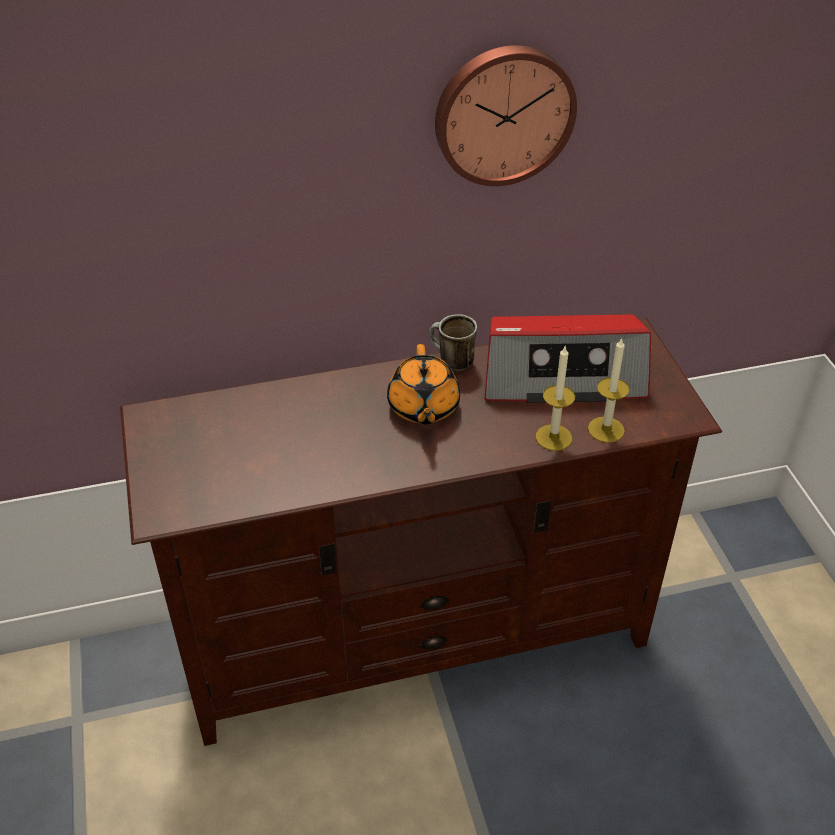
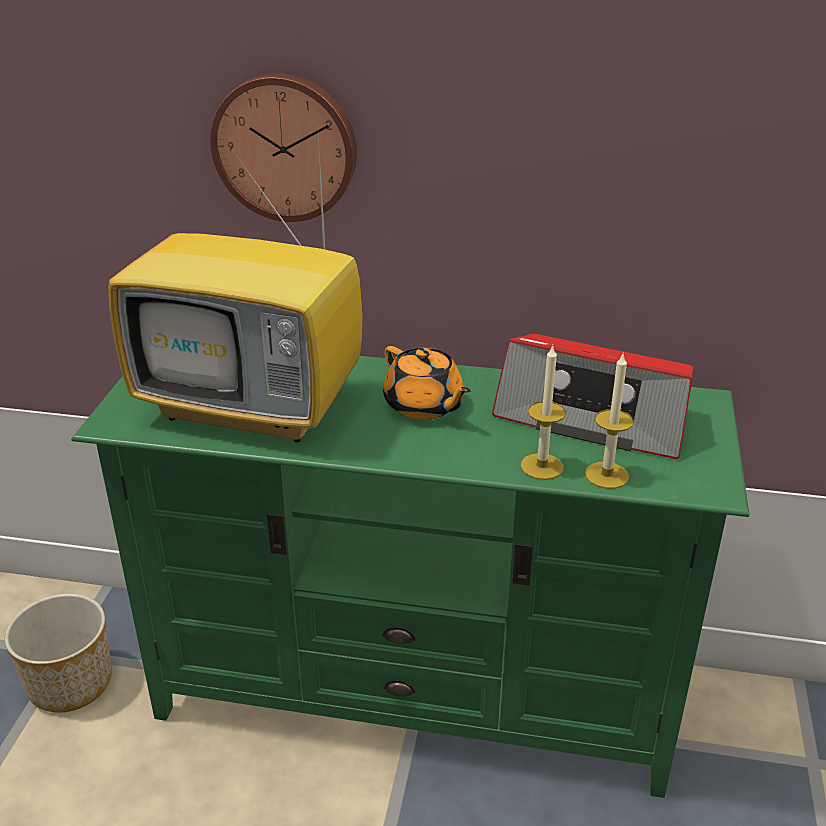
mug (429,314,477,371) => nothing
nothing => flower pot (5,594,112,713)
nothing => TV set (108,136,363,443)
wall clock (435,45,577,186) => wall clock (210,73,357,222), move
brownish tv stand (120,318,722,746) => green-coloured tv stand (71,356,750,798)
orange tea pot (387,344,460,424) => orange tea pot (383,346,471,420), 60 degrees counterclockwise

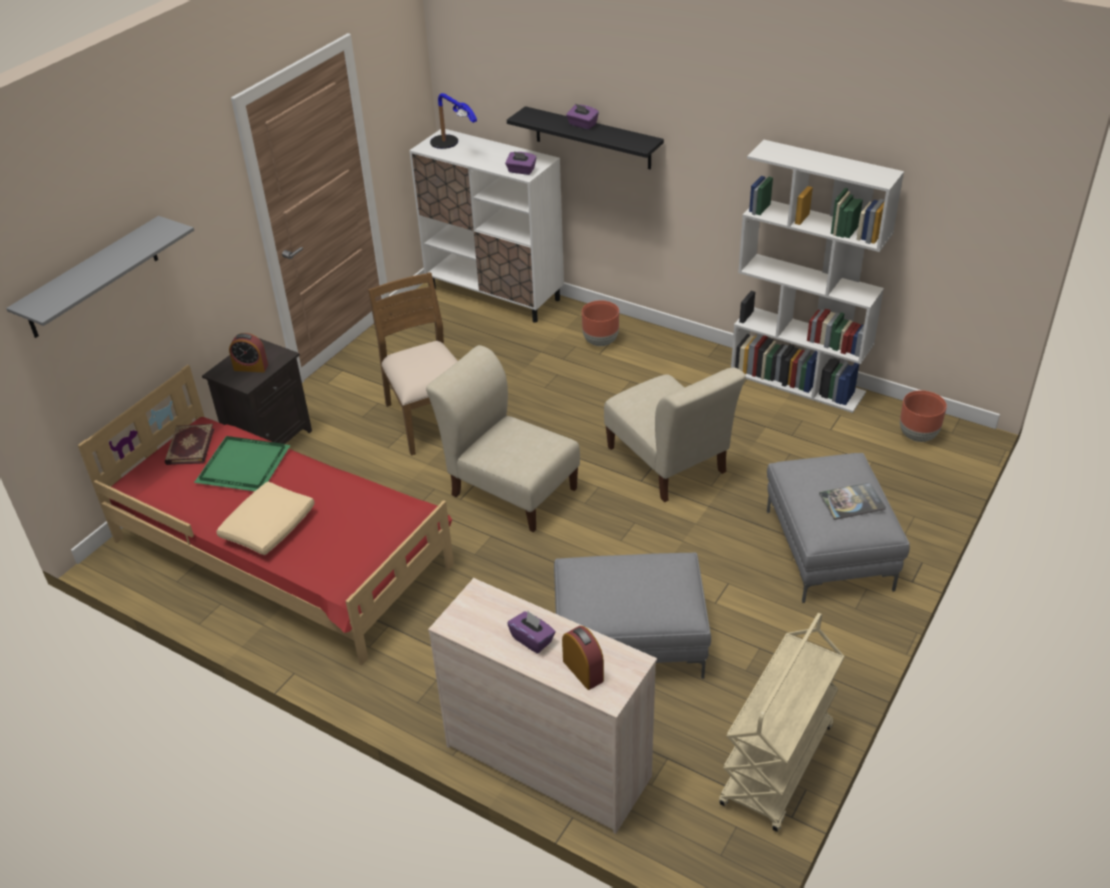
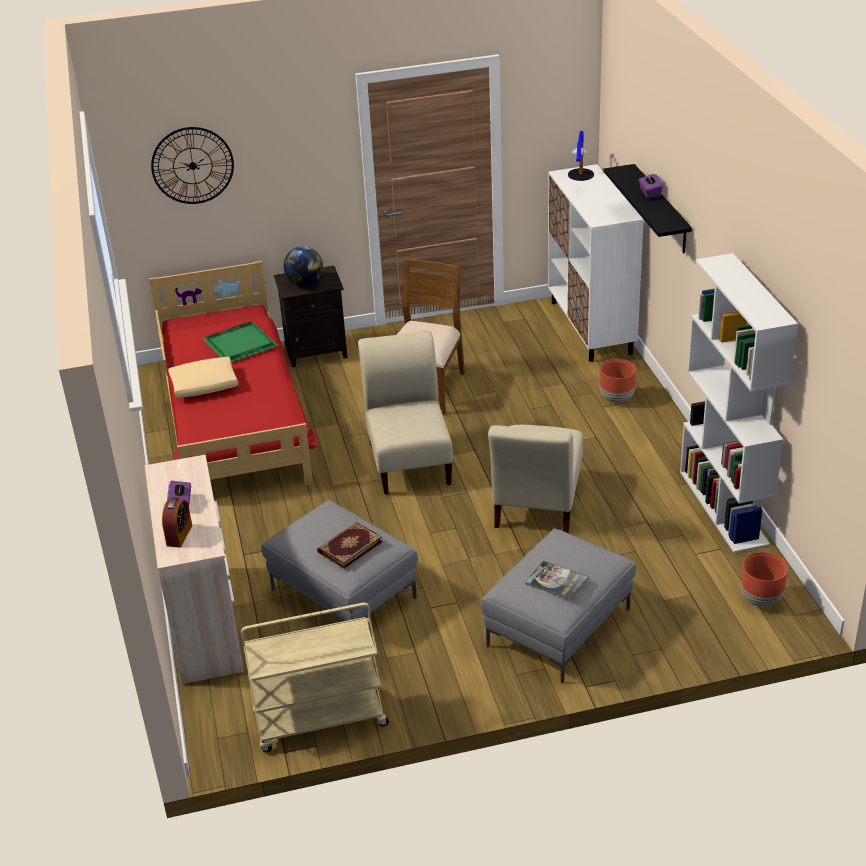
purple-coloured box of tissues (505,152,537,175) => nothing
volume (165,424,214,465) => volume (317,522,383,569), move
grey bracket shelf (6,216,194,338) => wall clock (151,127,234,204)
bedside clock (229,333,268,372) => globe (284,246,323,286)

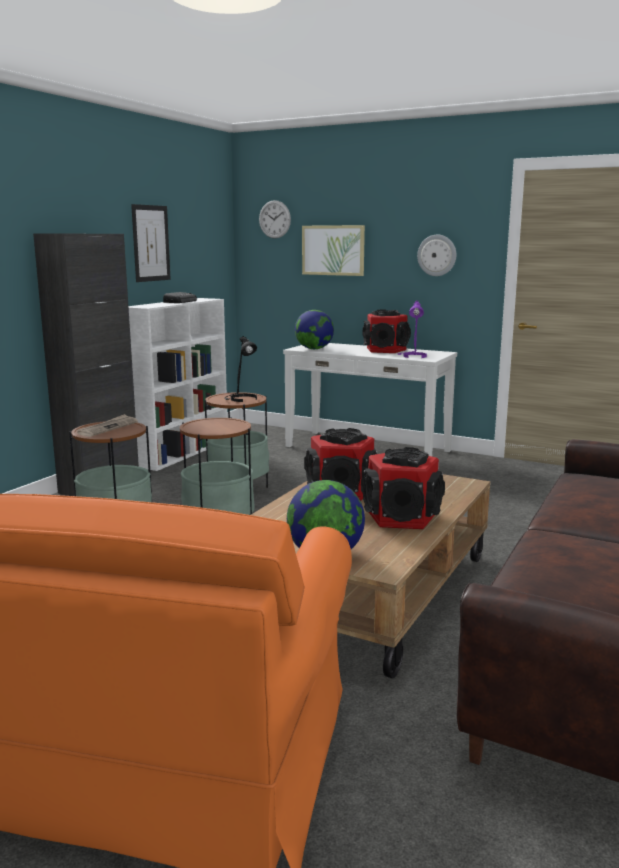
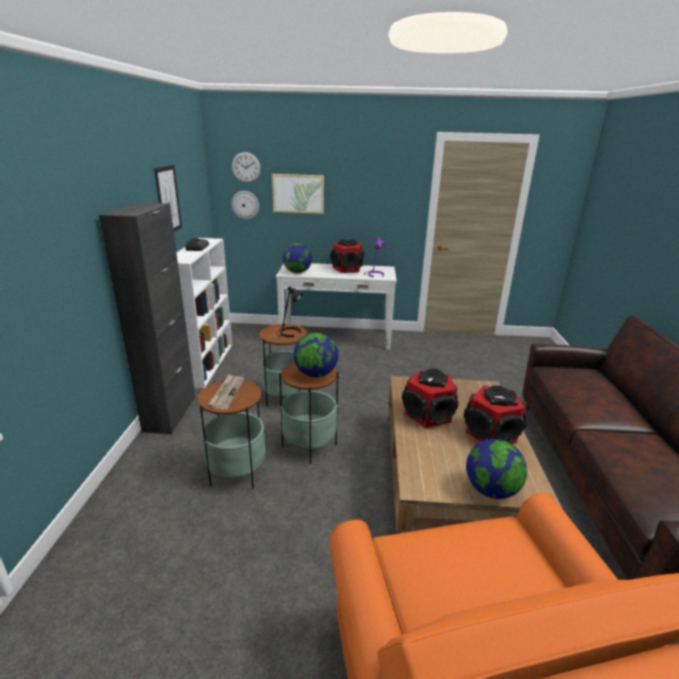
nothing => globe (293,332,339,377)
wall clock (417,235,456,276) => wall clock (231,191,259,220), move

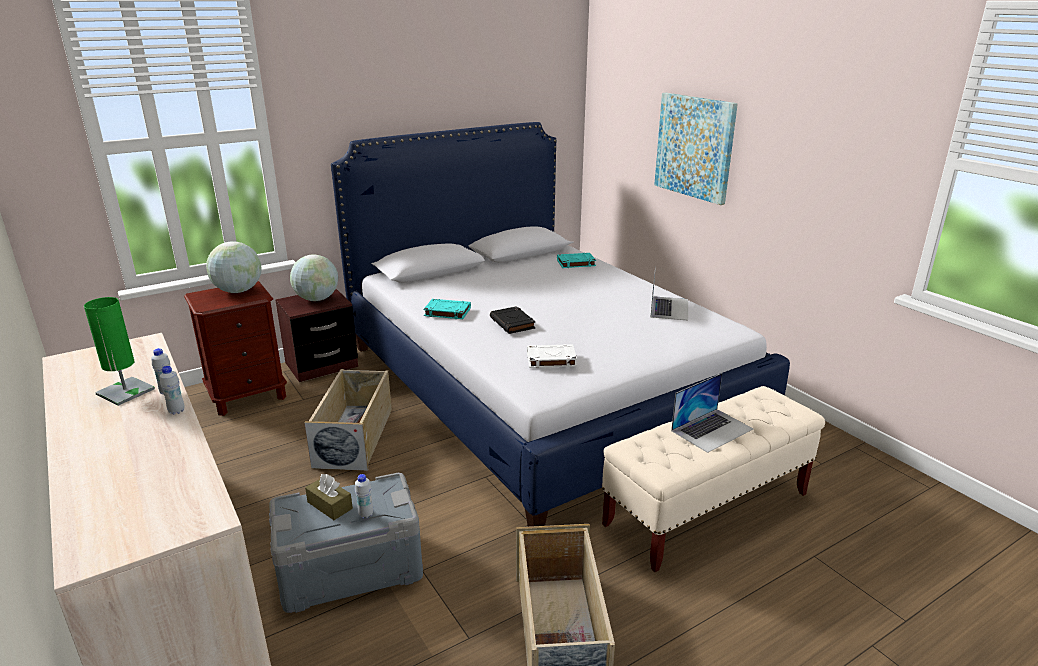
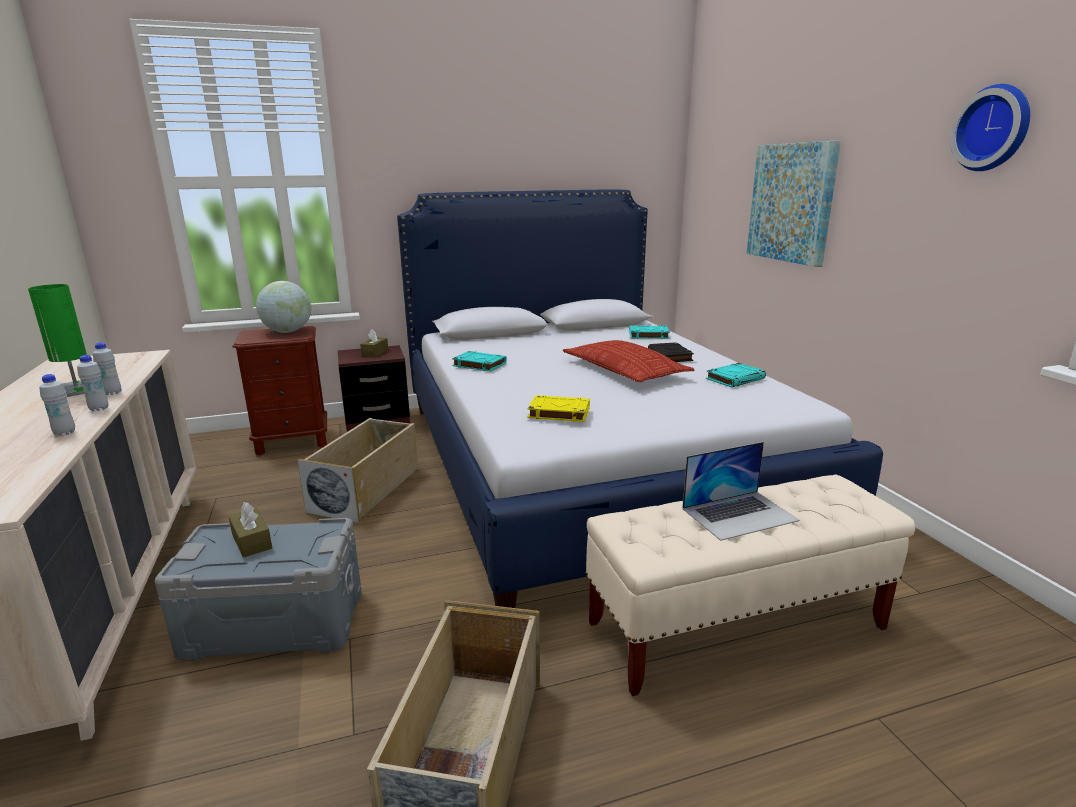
nothing => pillow (563,340,695,382)
nothing => wall clock (950,84,1030,171)
whitish bottle (355,474,373,518) => whitish bottle (39,374,75,436), move
blackish volume (490,306,536,334) => blackish volume (648,342,694,362), move
globe (290,255,338,301) => brownish box of tissues (360,329,388,357)
portable computer (651,266,688,320) => turquoise volume (706,363,766,387)
whitish volume (527,344,577,368) => yellowish volume (527,395,590,422)

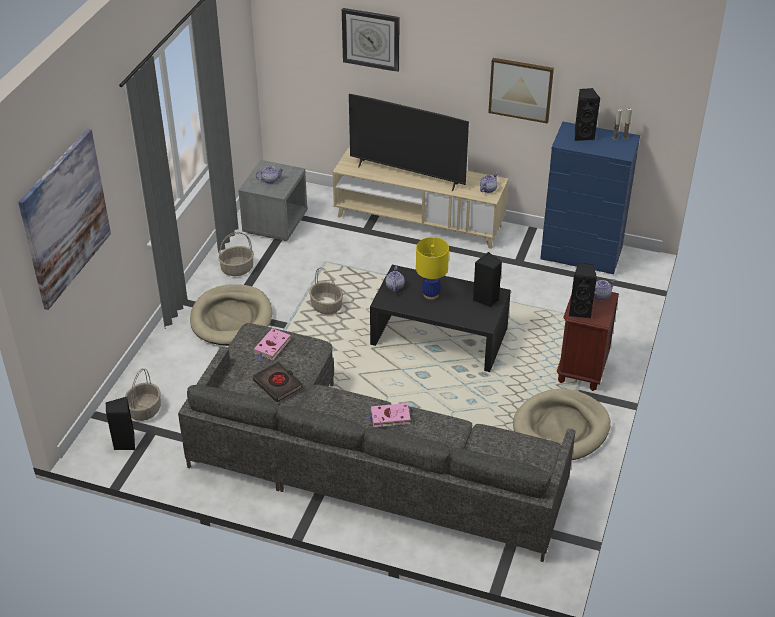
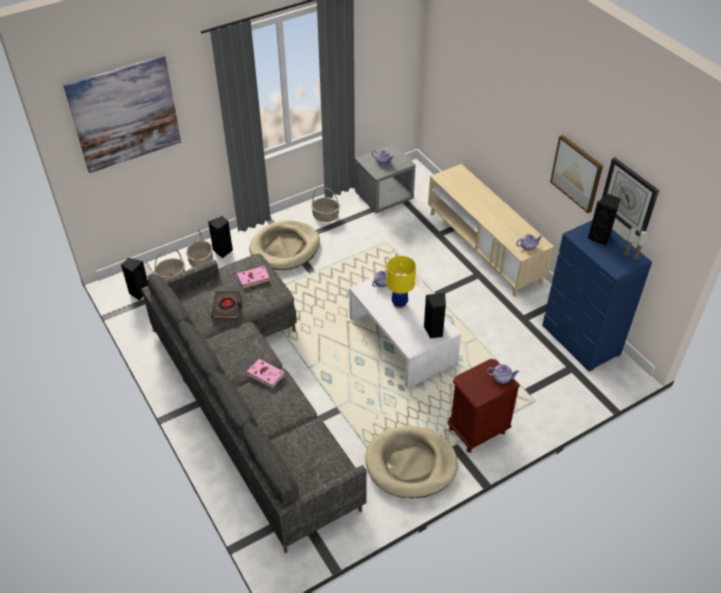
TV set (349,94,469,191) => nothing
household basket (309,267,343,315) => household basket (186,229,213,267), move
wall clock (342,8,399,72) => wall clock (602,157,659,237), move
blackish loudspeaker (568,263,597,319) => blackish loudspeaker (208,216,233,258), move
blackish lounge table (370,265,511,372) => whitish lounge table (349,274,461,389)

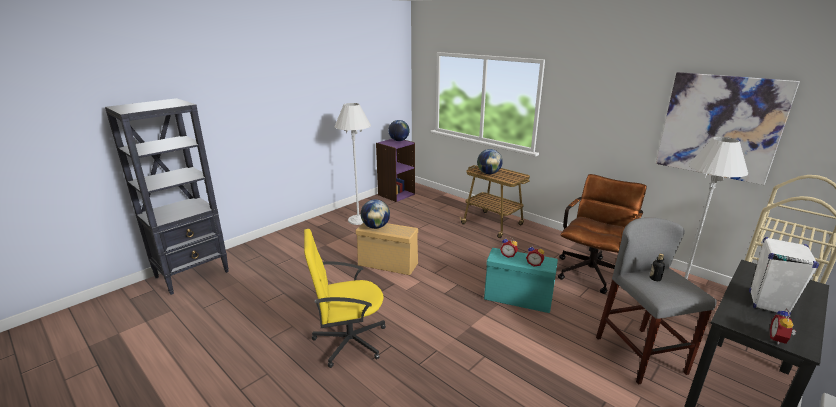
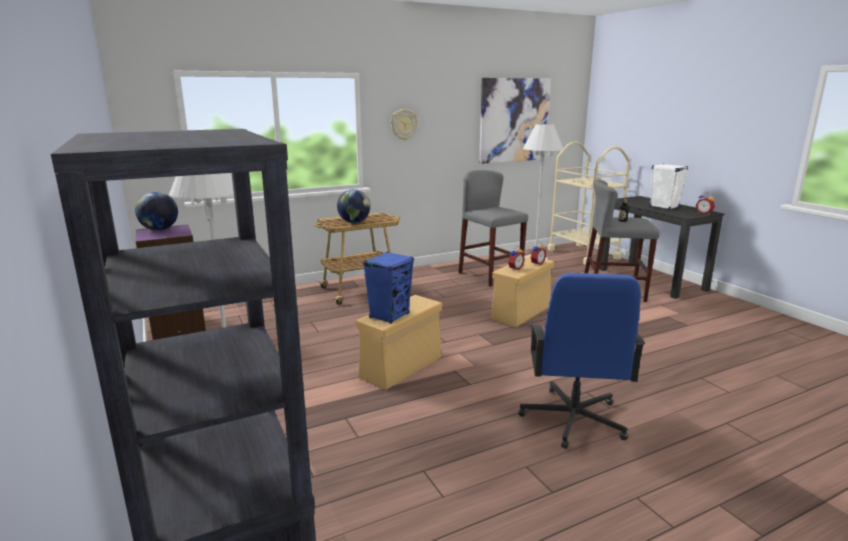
nothing => wall clock (391,109,418,140)
globe (361,199,390,229) => blue loudspeaker (363,251,414,324)
brownish office chair (558,174,647,294) => grey sitting stool (458,170,528,287)
yellowish office chair (304,229,386,368) => blue office chair (519,273,645,449)
turquoise storage bin (484,248,558,313) => sand-coloured storage bin (491,256,554,327)

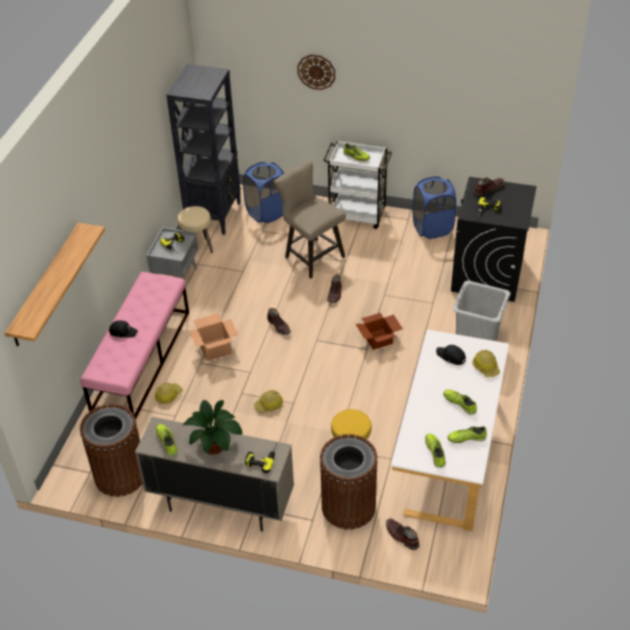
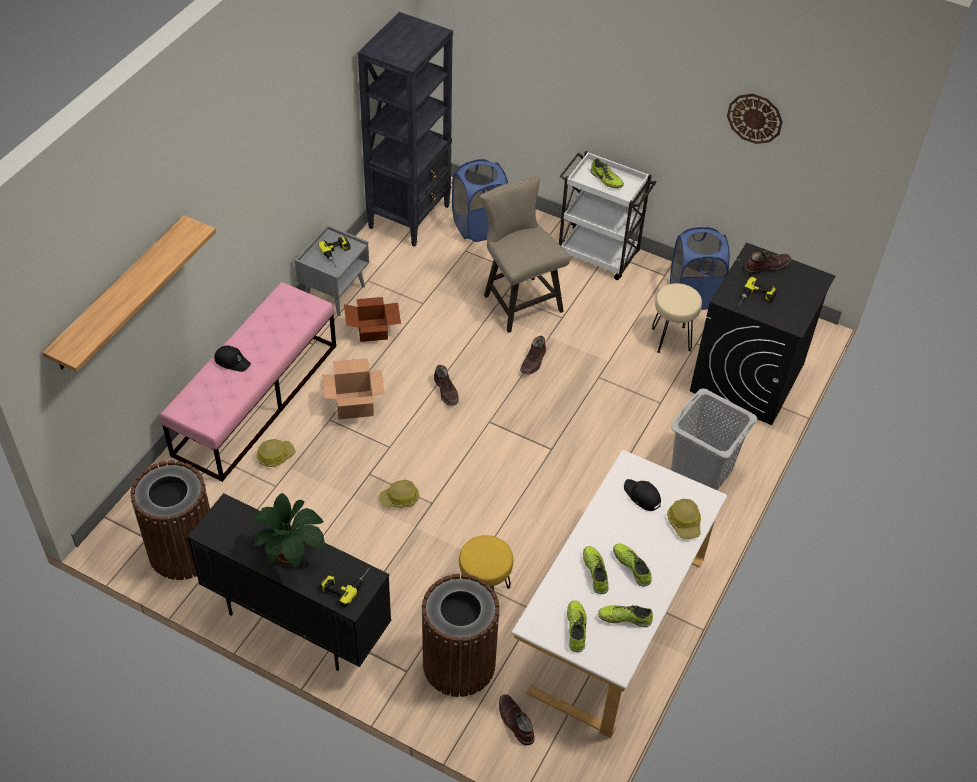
low shoe (156,424,178,456) => low shoe (583,546,608,594), move
sand-coloured sitting stool (178,206,213,253) => sand-coloured sitting stool (652,283,702,353), move
wall clock (297,55,335,90) => wall clock (727,94,783,144), move
carton (356,313,403,350) => carton (344,297,401,342), move
sand-coloured storage cabinet (135,417,294,532) => blackish storage cabinet (187,493,391,671)

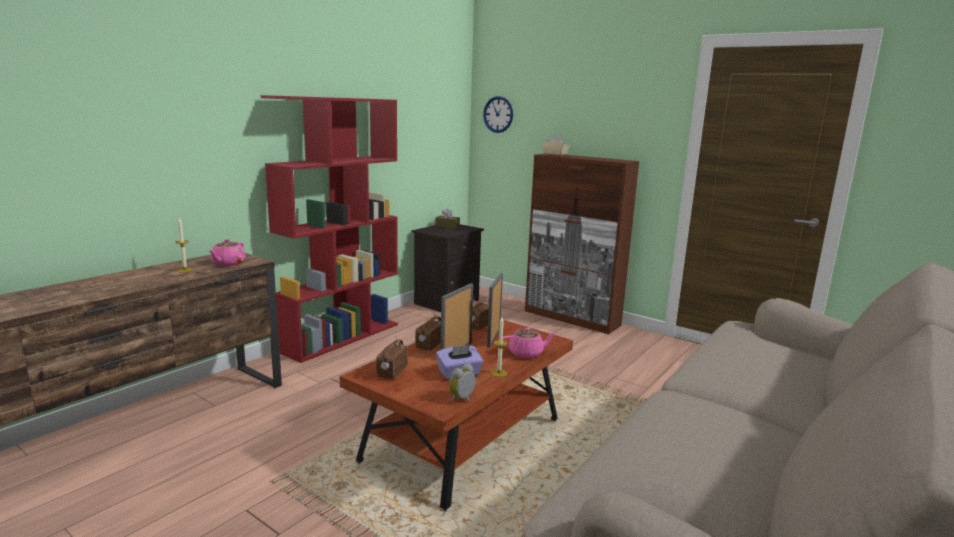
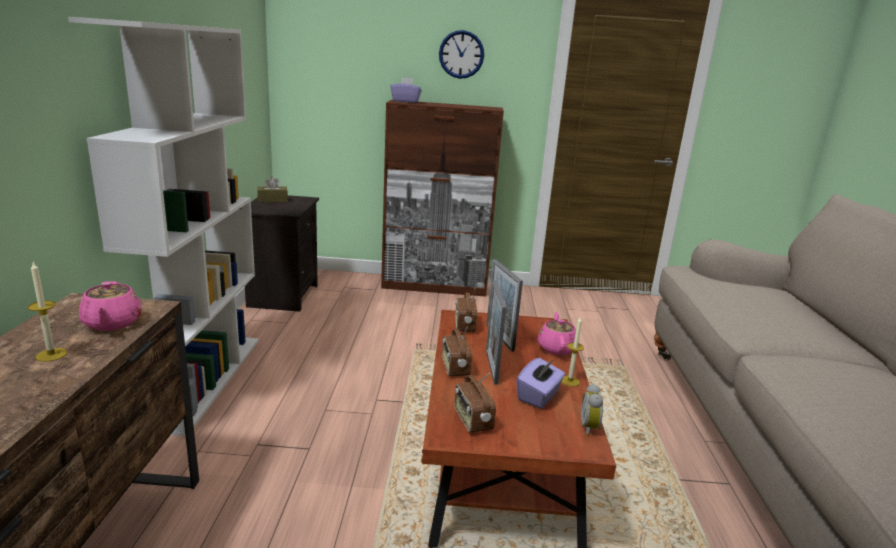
wall clock (483,96,513,133) => wall clock (439,30,484,79), move
reddish bookshelf (261,95,398,363) => whitish bookshelf (68,17,259,436)
sand-coloured box of tissues (542,135,570,155) => purple-coloured box of tissues (390,77,422,103)
pinkish tea pot (503,327,556,359) => pinkish tea pot (538,312,579,355), 45 degrees counterclockwise

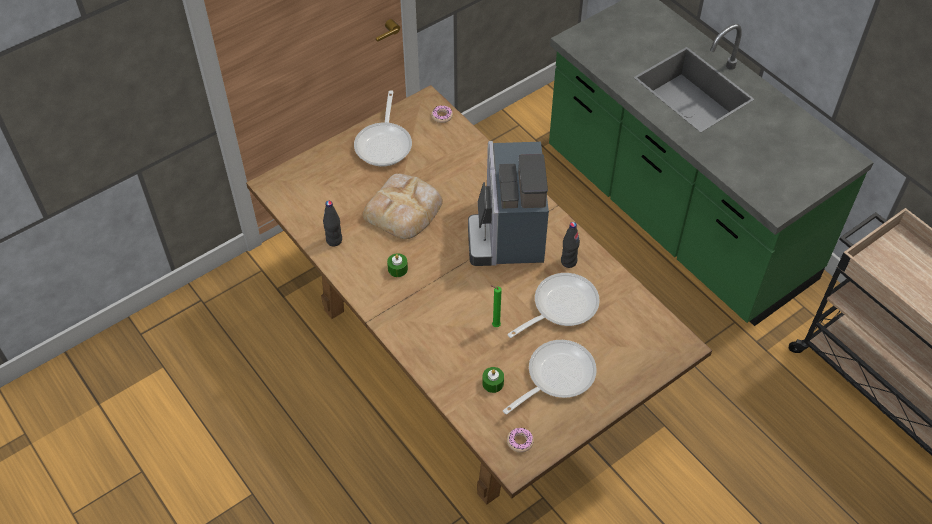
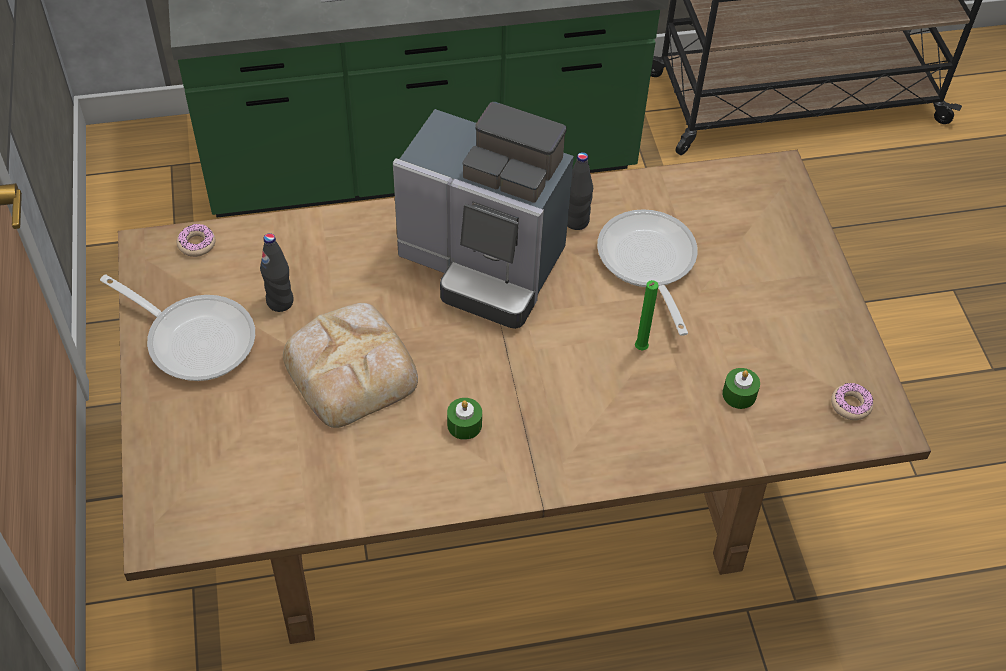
frying pan (503,340,597,414) => nothing
blackish bottle (323,201,342,246) => blackish bottle (260,233,294,312), move

